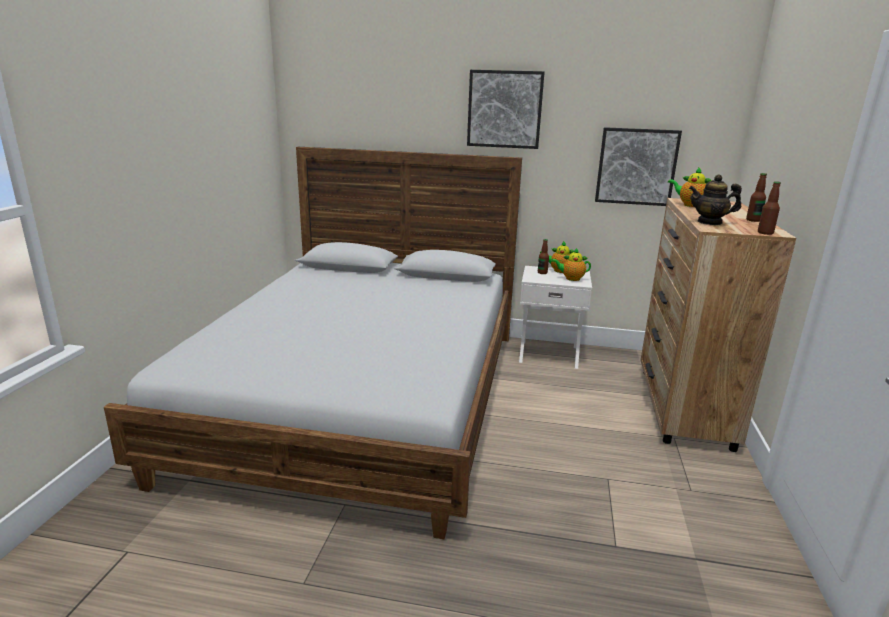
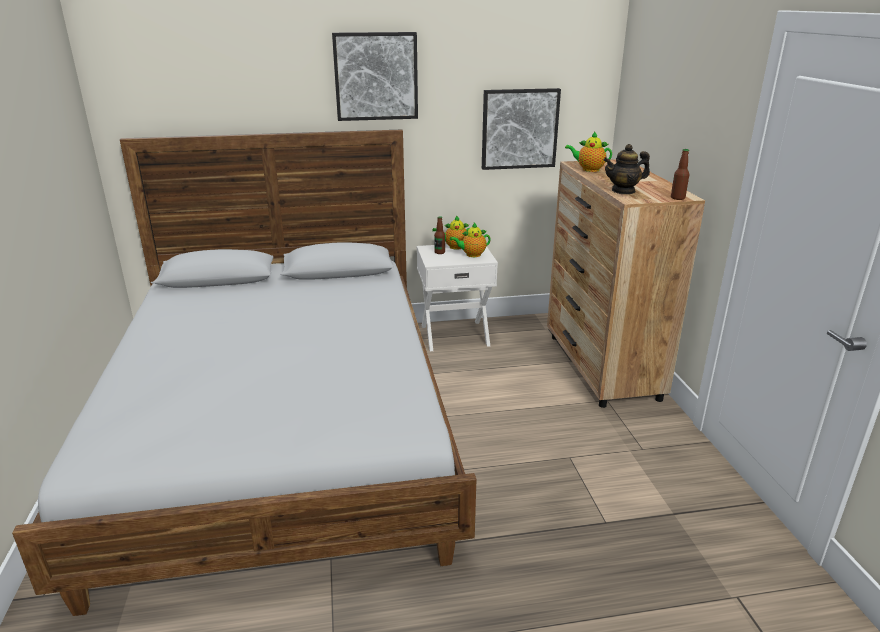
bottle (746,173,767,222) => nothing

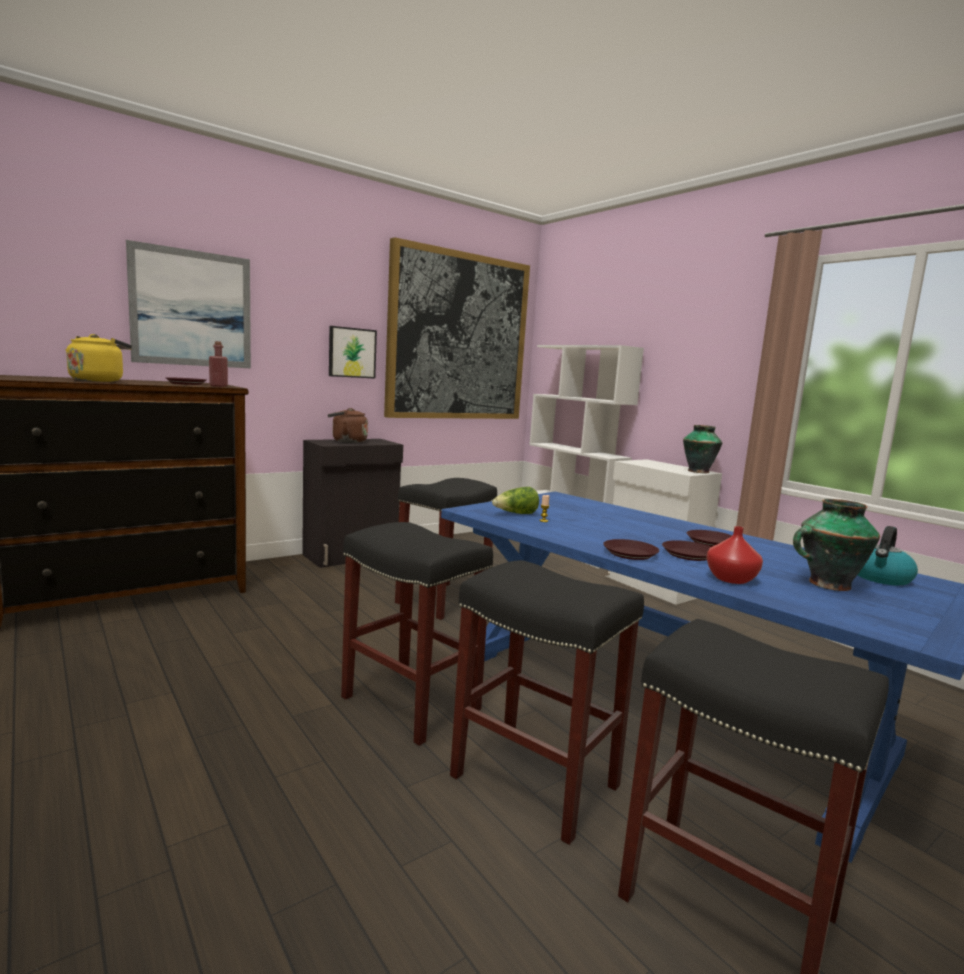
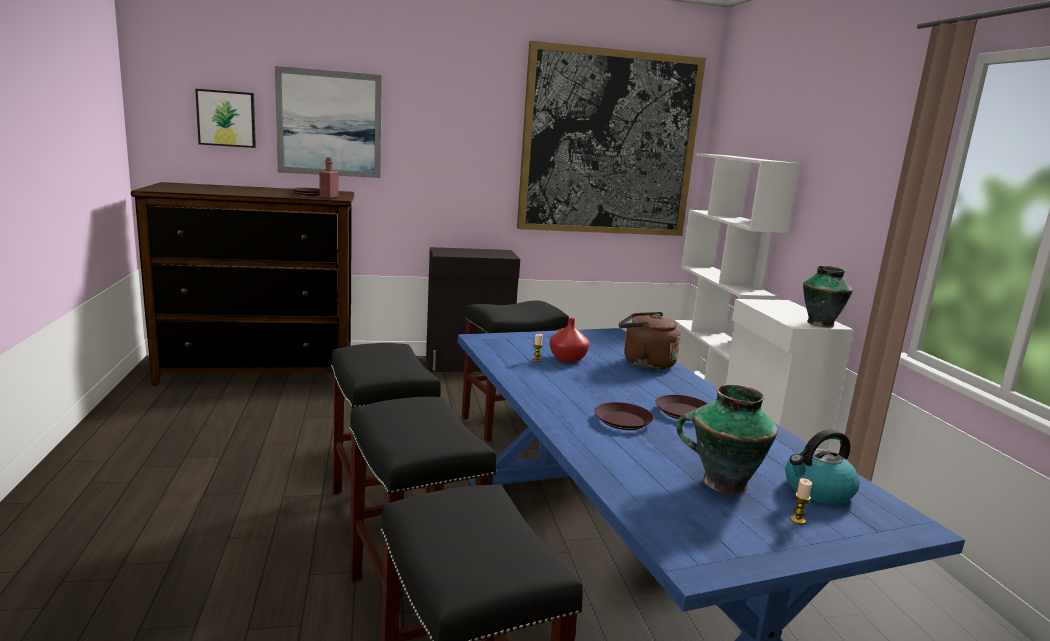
yellowish kettle (65,334,132,382) => nothing
lettuce (492,487,539,514) => nothing
brownish flat dish (603,539,659,560) => nothing
nothing => wax candle (790,478,812,525)
brownish kettle (328,408,368,443) => brownish kettle (619,312,681,370), move
wall art (329,326,377,379) => wall art (195,89,256,148), move
reddish flower vase (706,526,763,584) => reddish flower vase (549,318,590,362), move

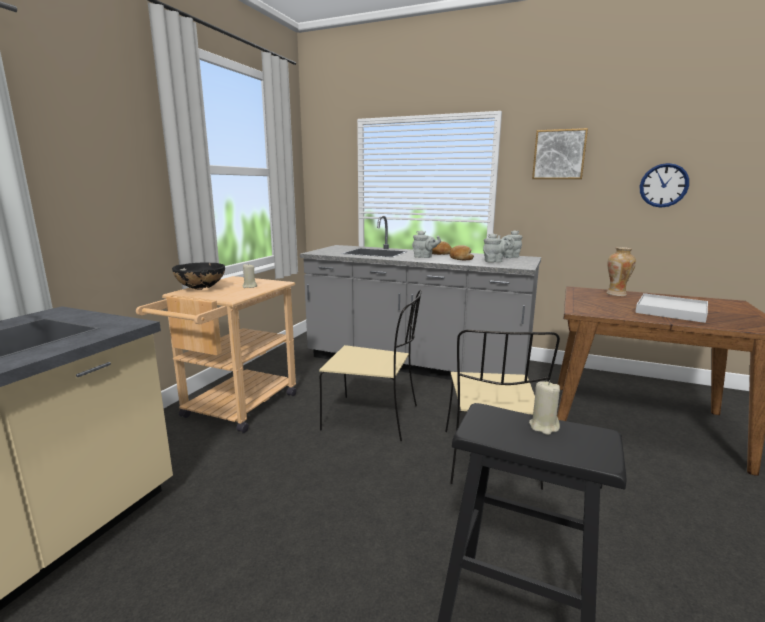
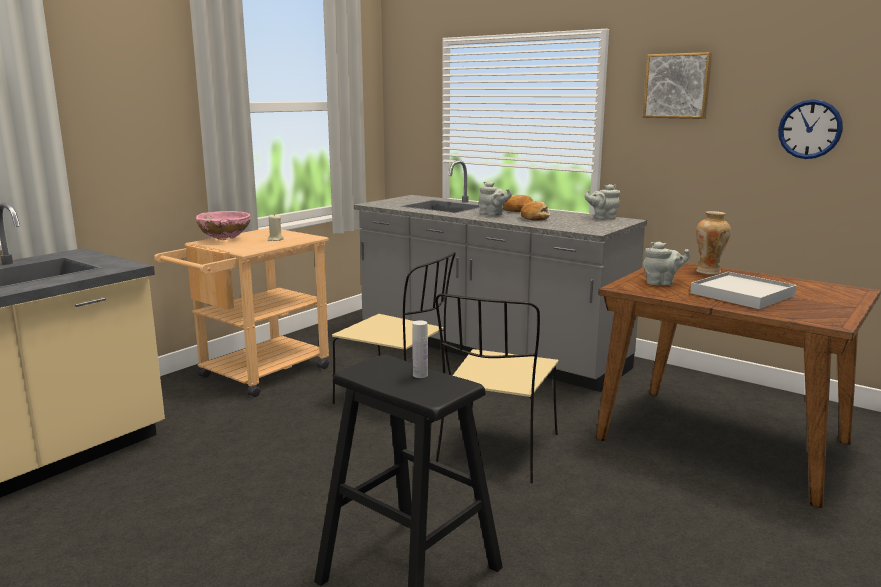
grey tea pot (483,234,512,263) => grey tea pot (643,241,690,285), move
sand-coloured wax candle (529,381,560,435) => whitish bottle (412,320,428,378)
blackish bowl (172,262,225,290) => pinkish bowl (196,211,251,240)

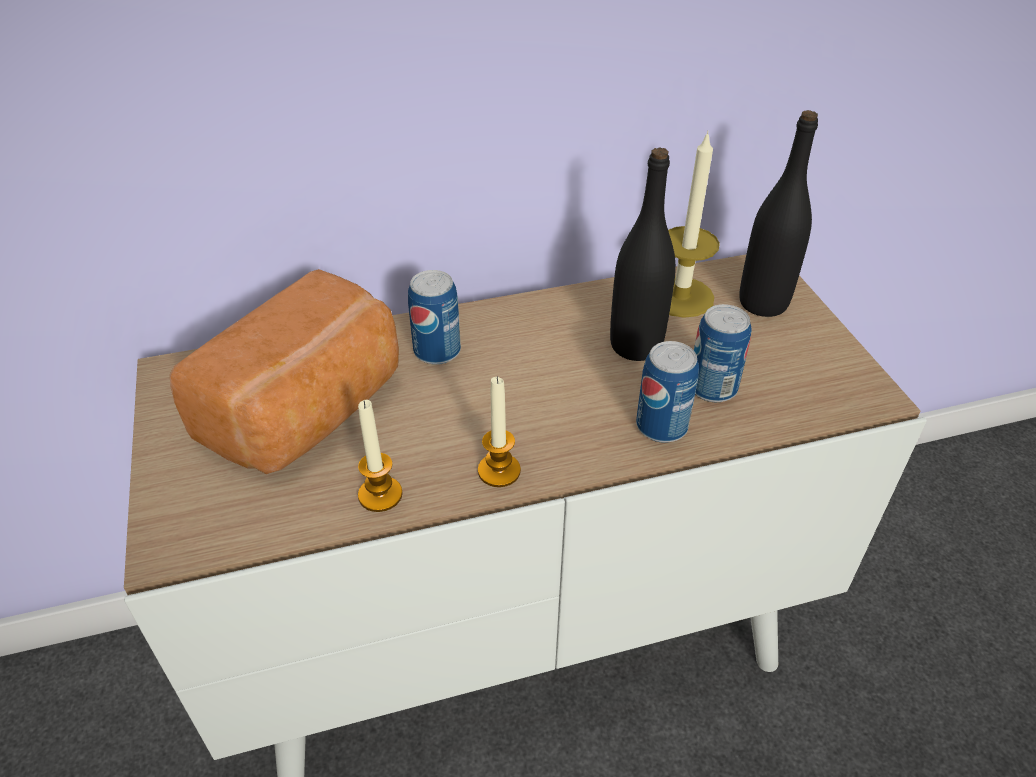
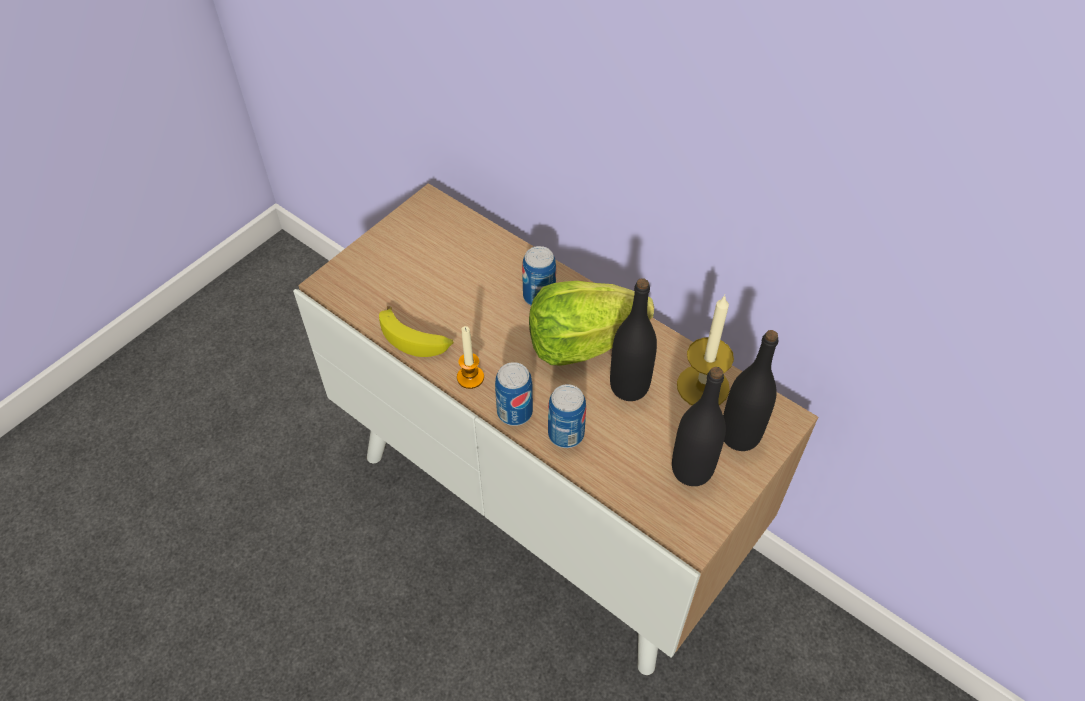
bakery bread (170,269,399,474) => nothing
nothing => lettuce (529,281,654,365)
nothing => blackish bottle (672,367,726,486)
metal can (694,304,752,402) => metal can (495,362,533,426), move
wax candle (358,400,403,512) => whole banana (379,306,453,357)

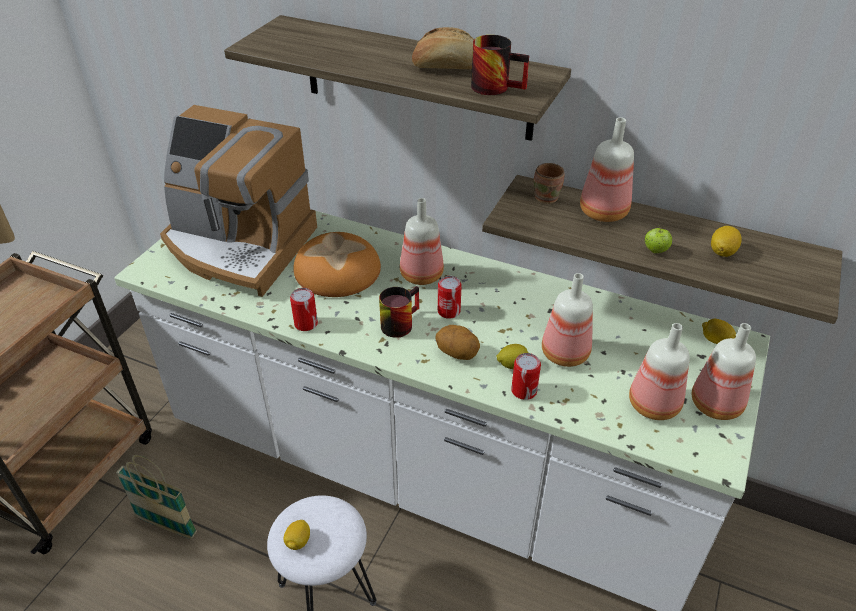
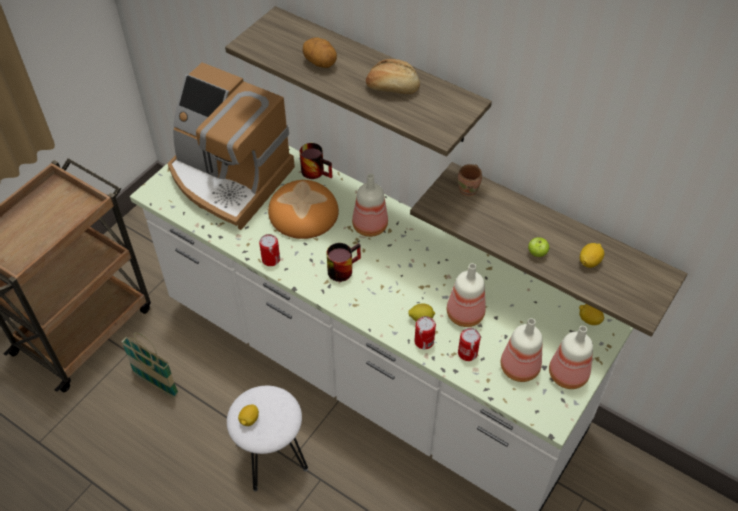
bottle (580,117,634,222) => nothing
whole potato (435,325,480,360) => whole potato (303,37,337,68), move
metal can (438,276,462,319) => metal can (458,328,481,361), move
mug (471,35,529,95) => mug (300,143,332,179), move

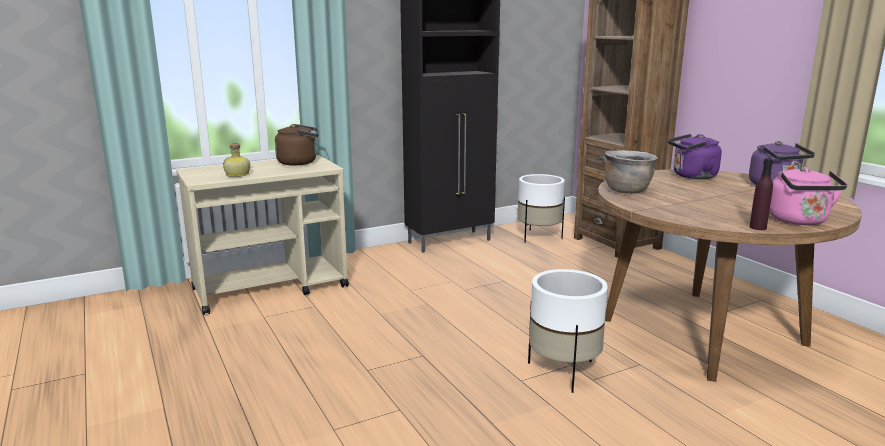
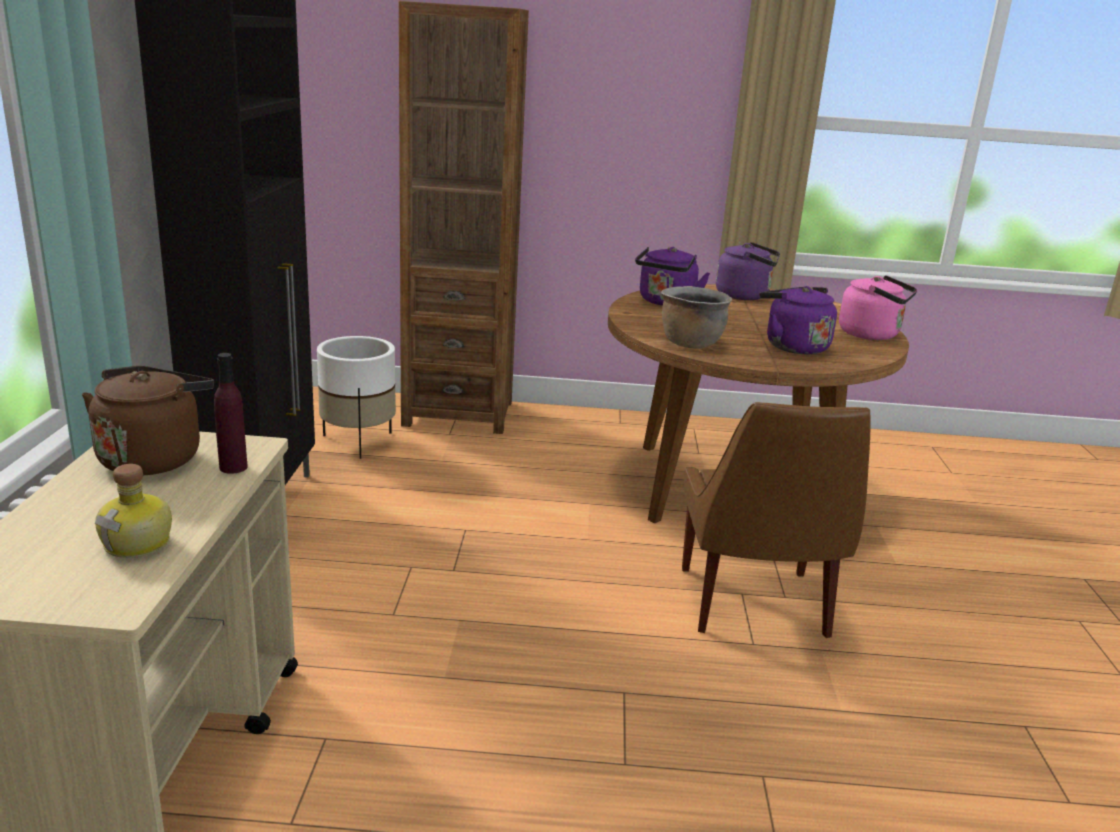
nothing => purple-coloured kettle (759,286,837,354)
purple-coloured bottle (749,158,773,230) => purple-coloured bottle (214,353,248,474), move
whitish flower pot (528,269,608,393) => brownish upright chair (682,402,871,638)

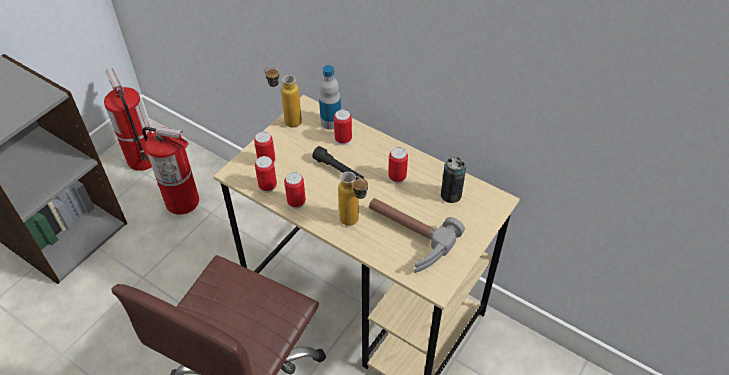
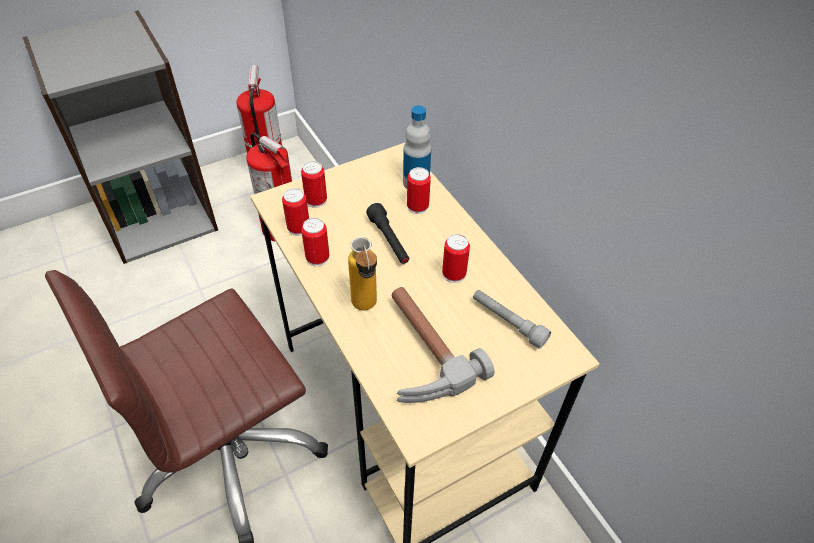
bottle (265,66,302,127) => nothing
metal can (441,157,466,203) => grey flashlight (473,290,551,349)

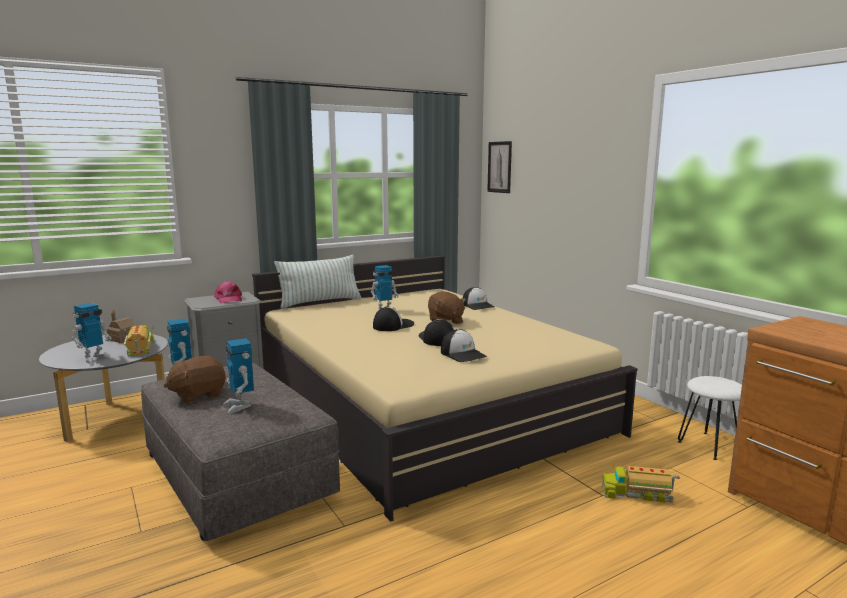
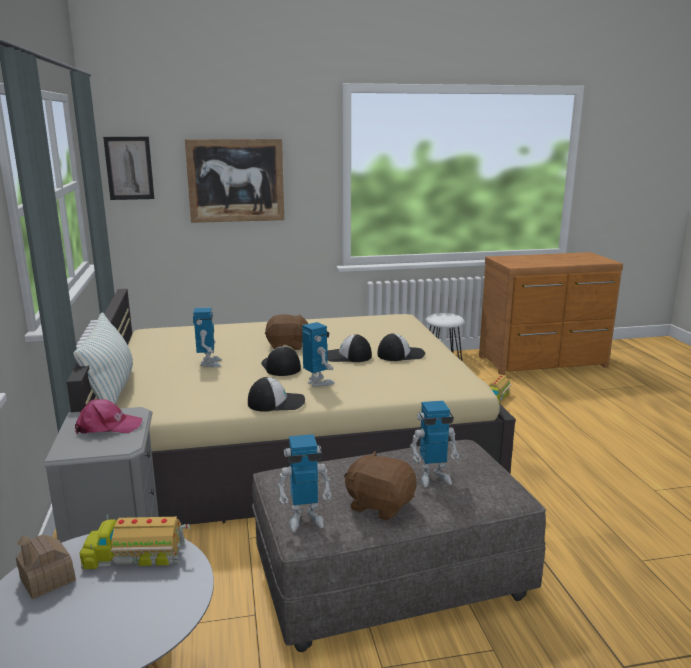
nothing => wall art (185,139,284,223)
robot figure (72,303,112,364) => robot figure (302,322,335,387), move
baseball cap (463,287,495,310) => baseball cap (248,377,305,412), move
brownish soft toy (164,356,226,403) => brownish soft toy (344,451,417,521), 135 degrees clockwise

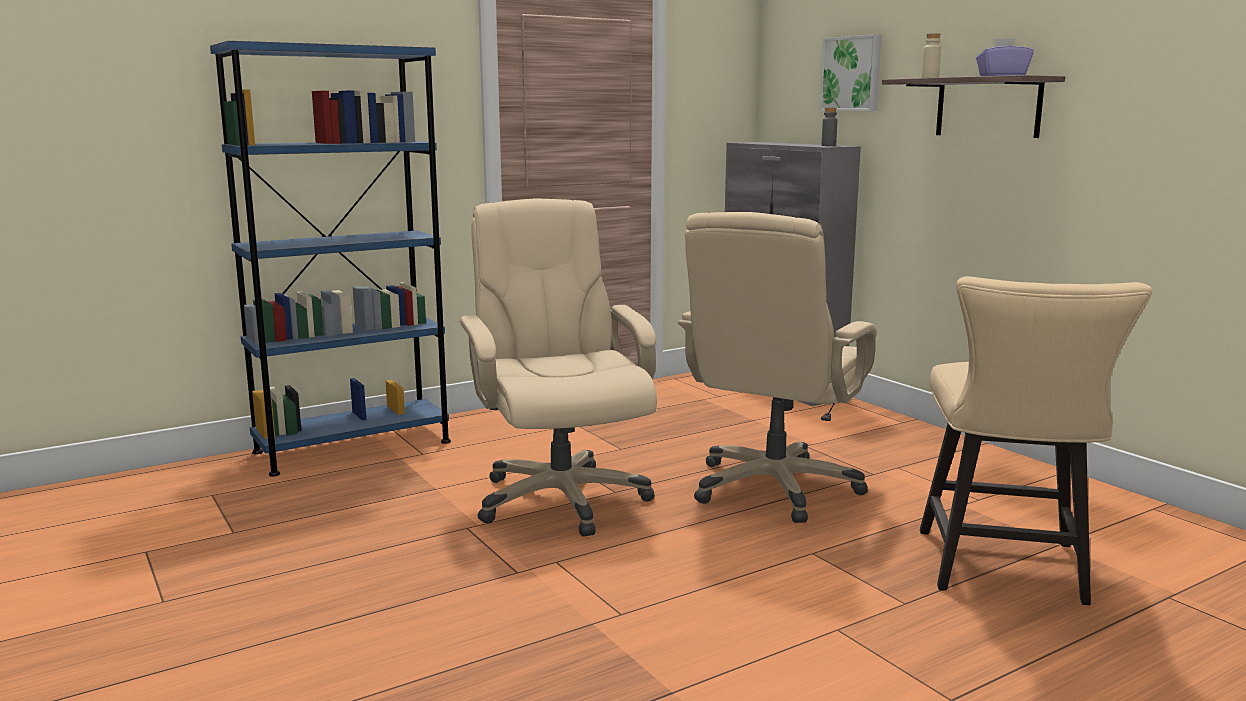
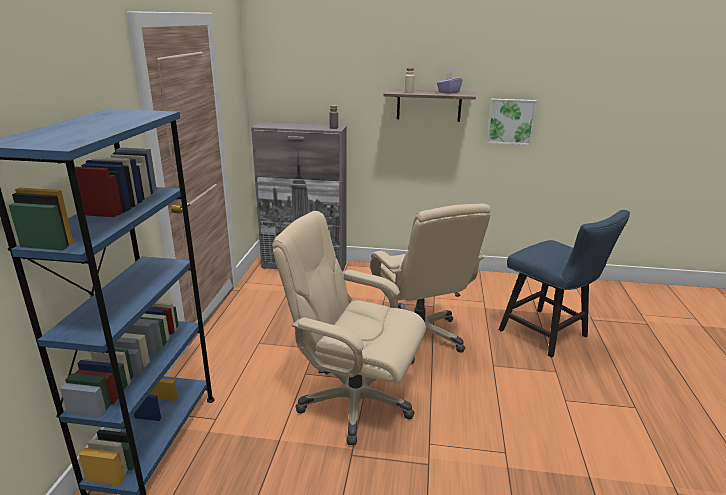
wall art (819,34,882,111) => wall art (486,99,537,145), move
sand-coloured upright chair (920,276,1152,605) => blue upright chair (499,210,630,358)

